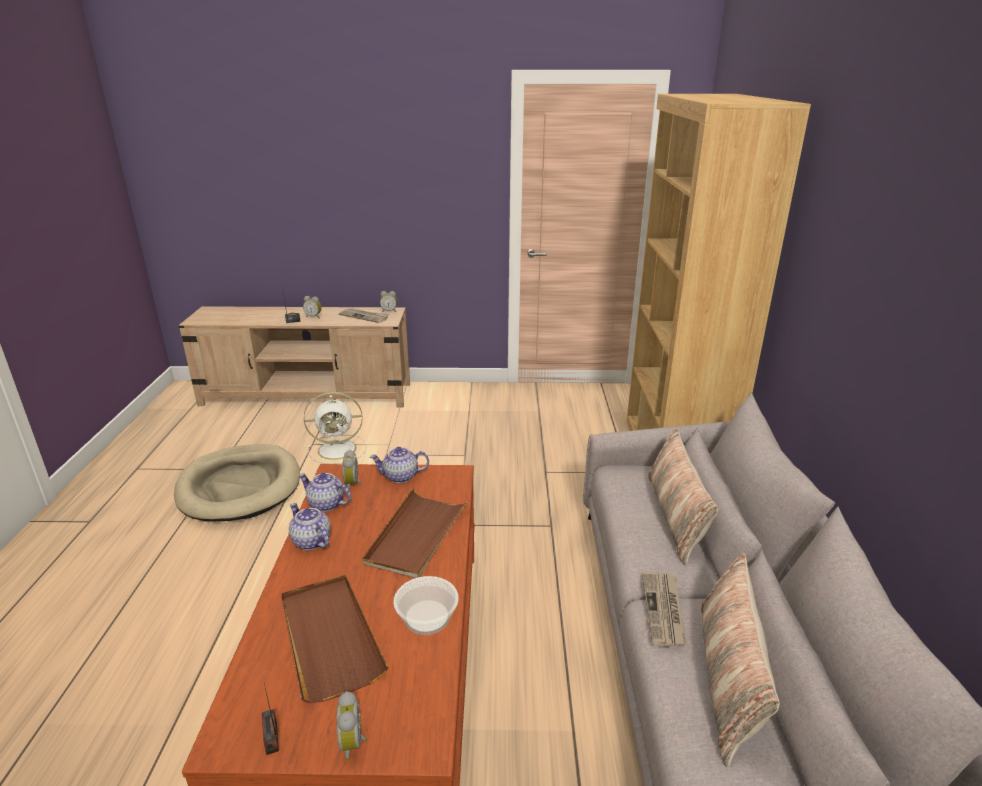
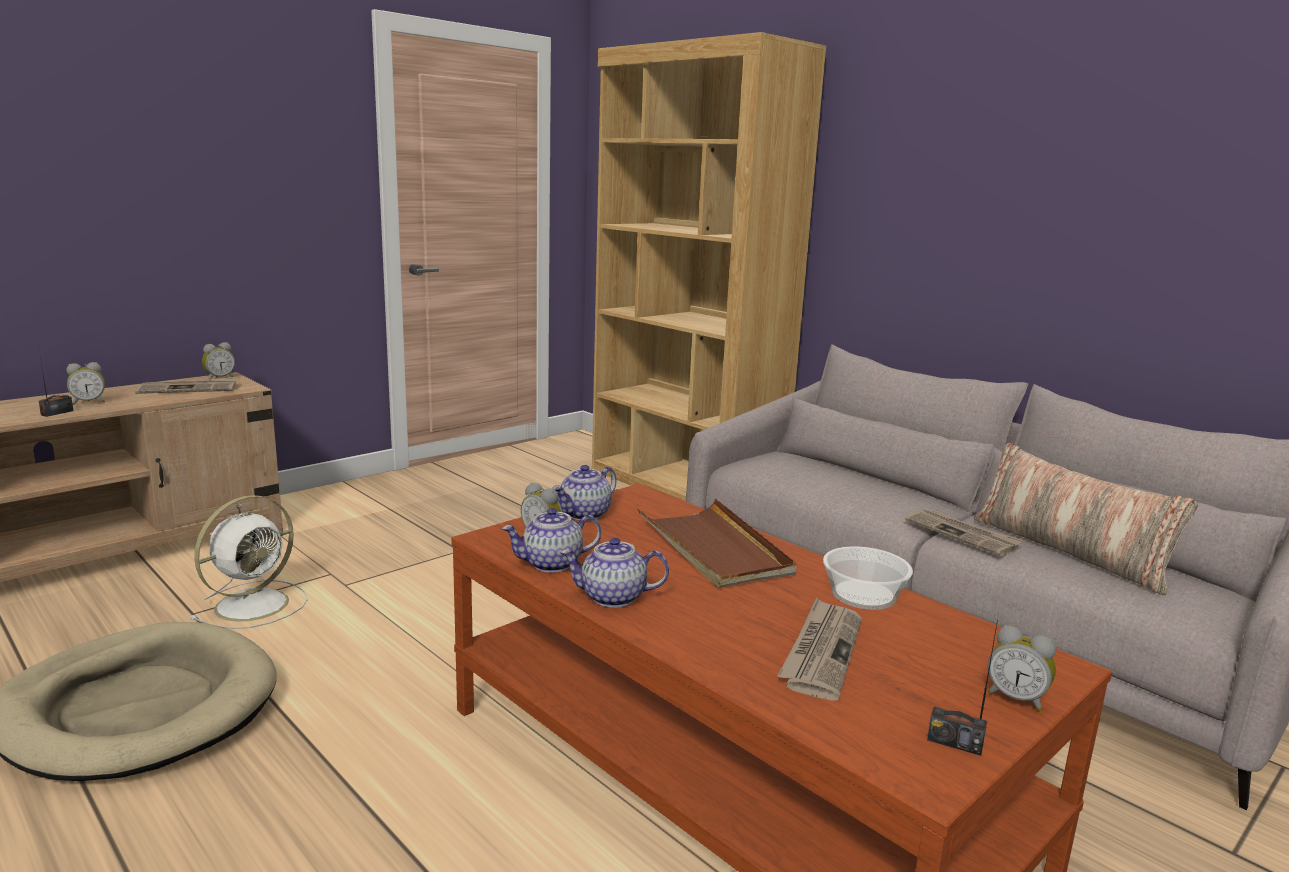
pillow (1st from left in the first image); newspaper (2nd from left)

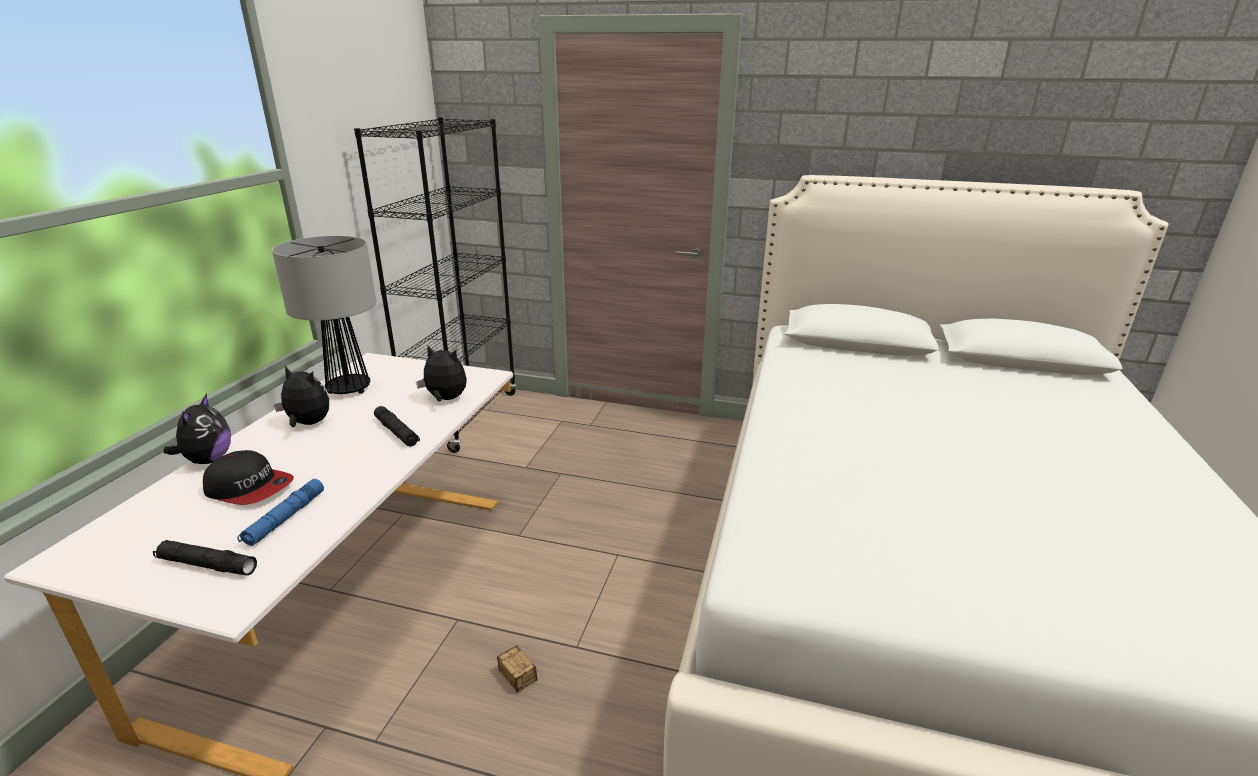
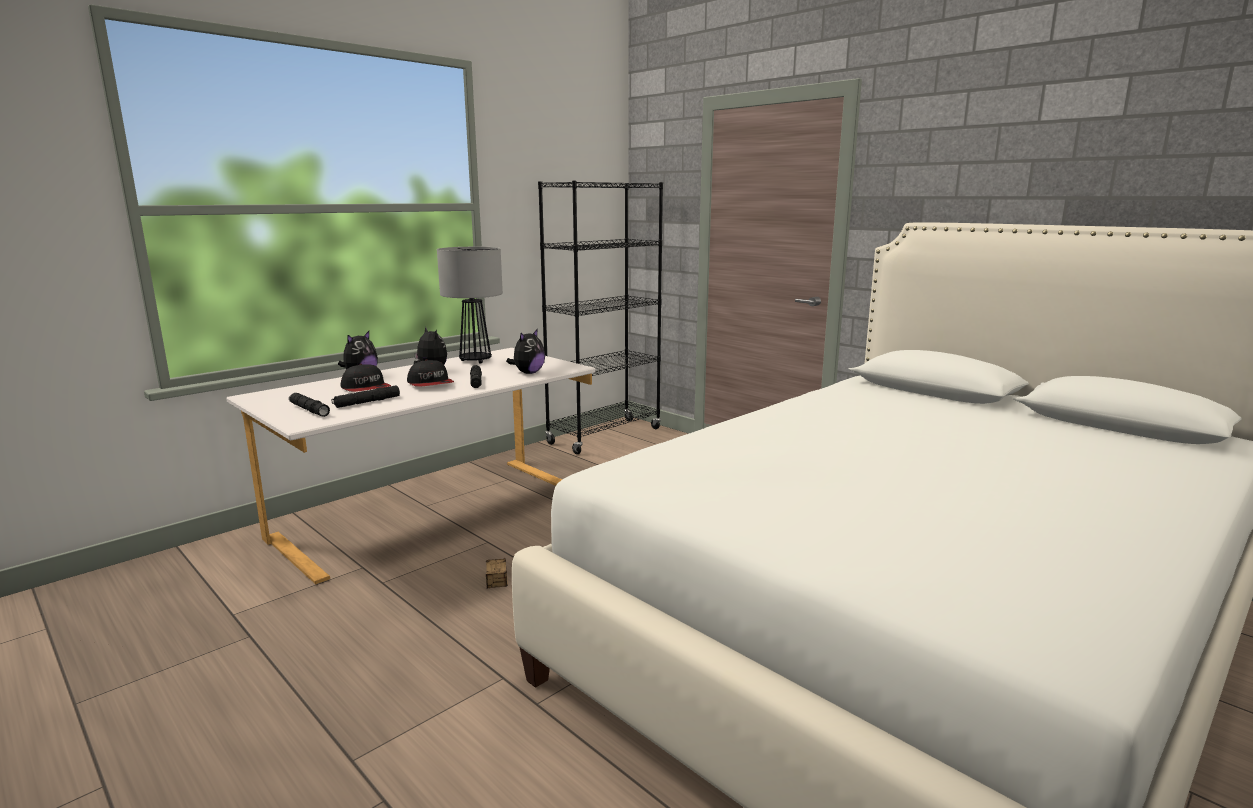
cap (2nd from left); black flashlight (2nd from left); plush toy (3rd from left)

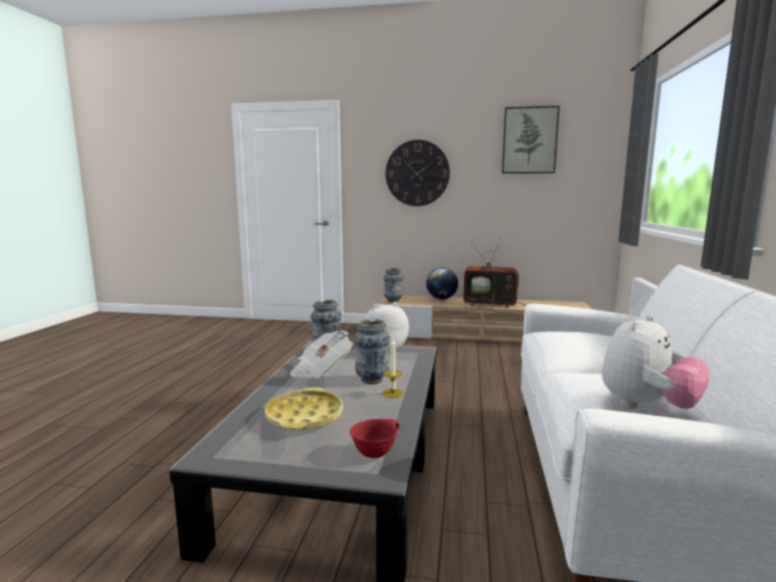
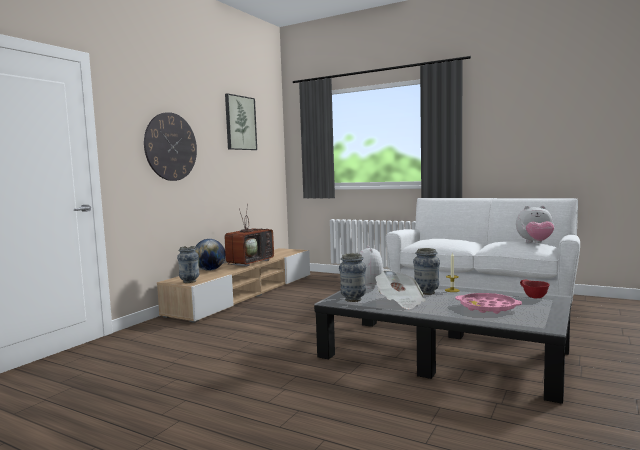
pink tray; plush toy (2nd from left)

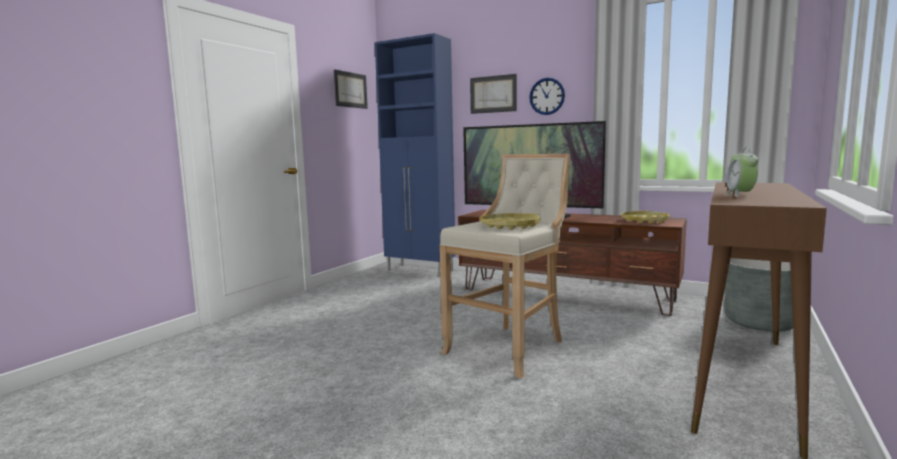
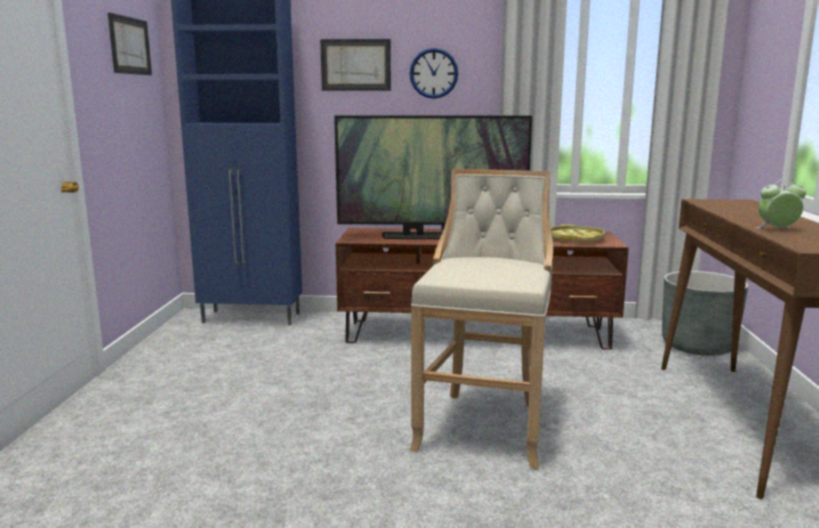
yellow tray (1st from left in the first image); alarm clock

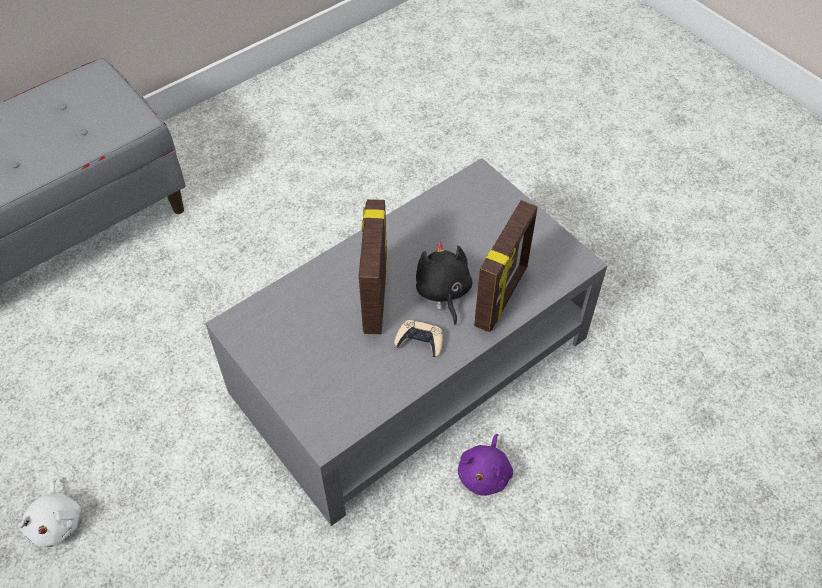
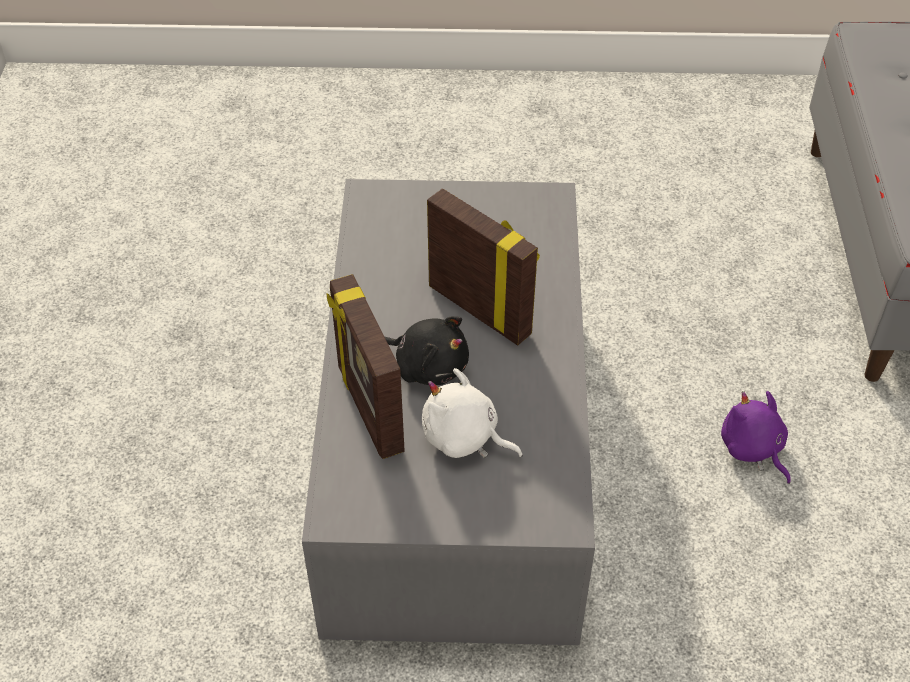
beige game controller; white plush toy; purple plush toy

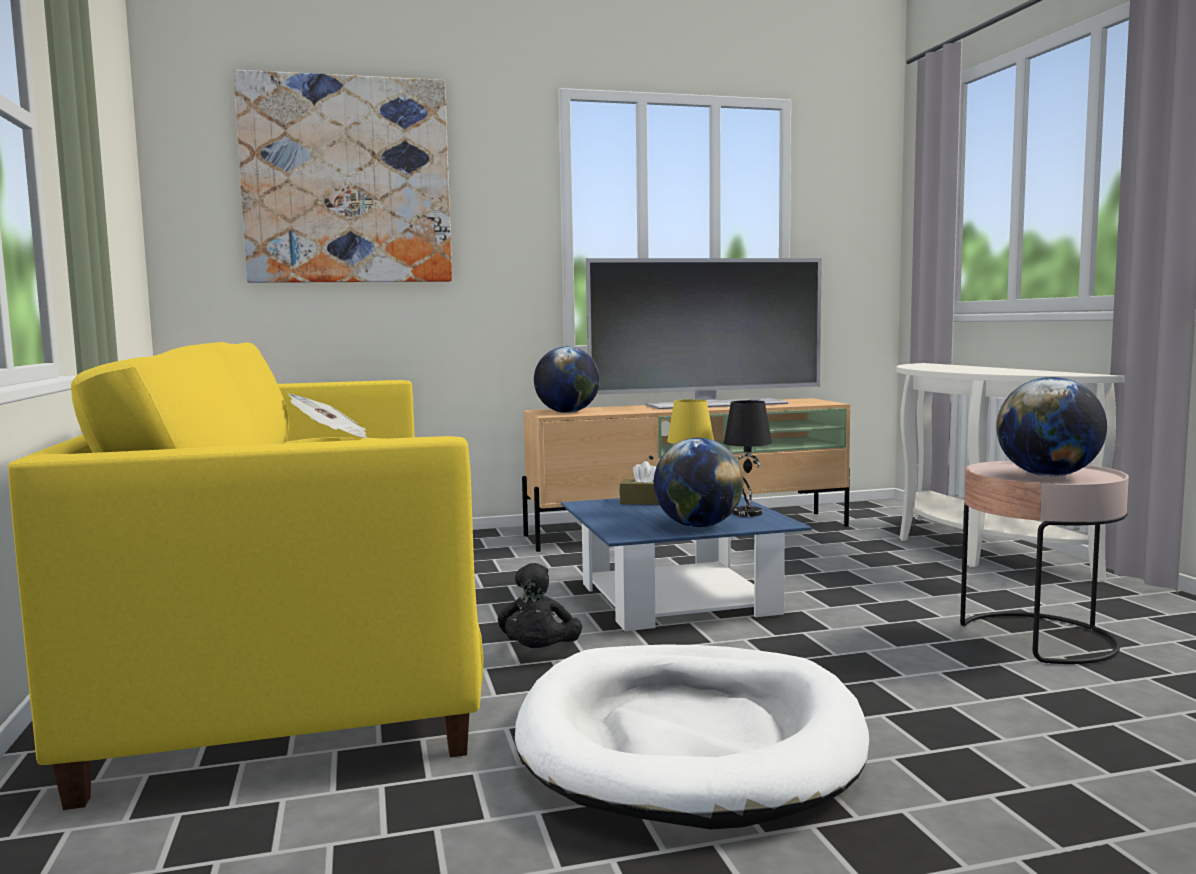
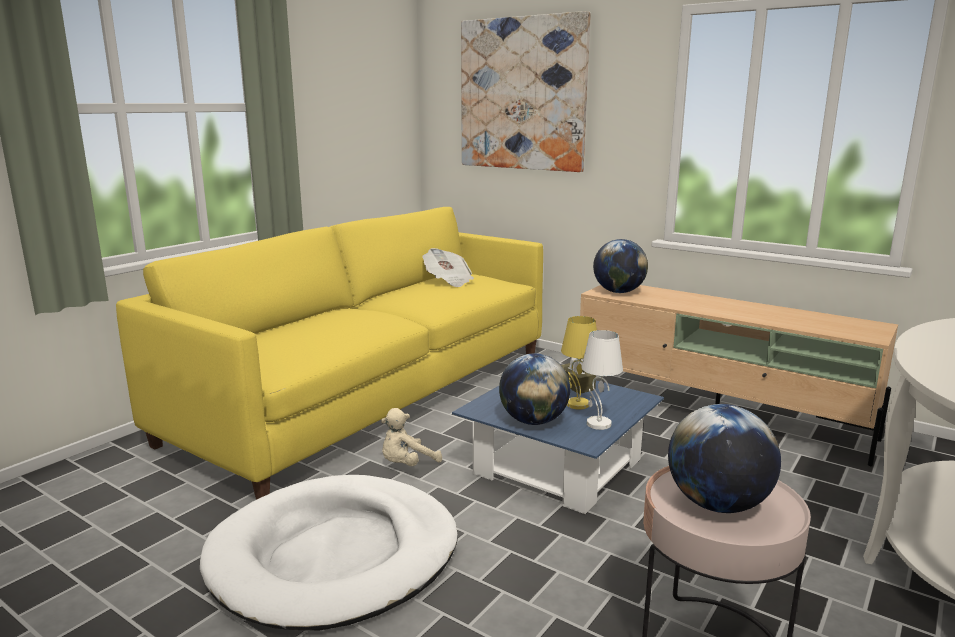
television; beige plush toy; white table lamp

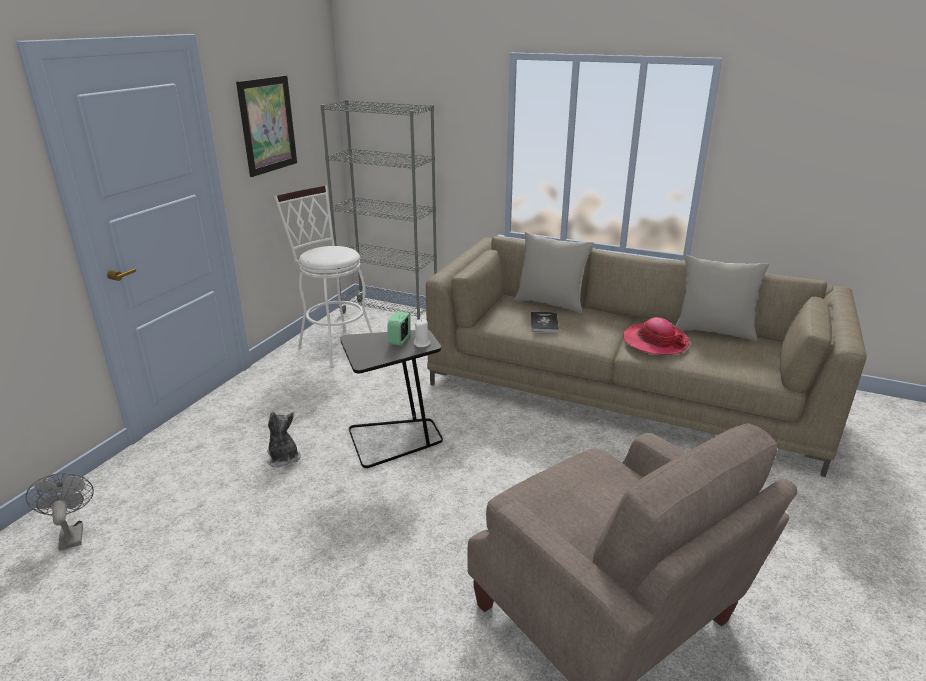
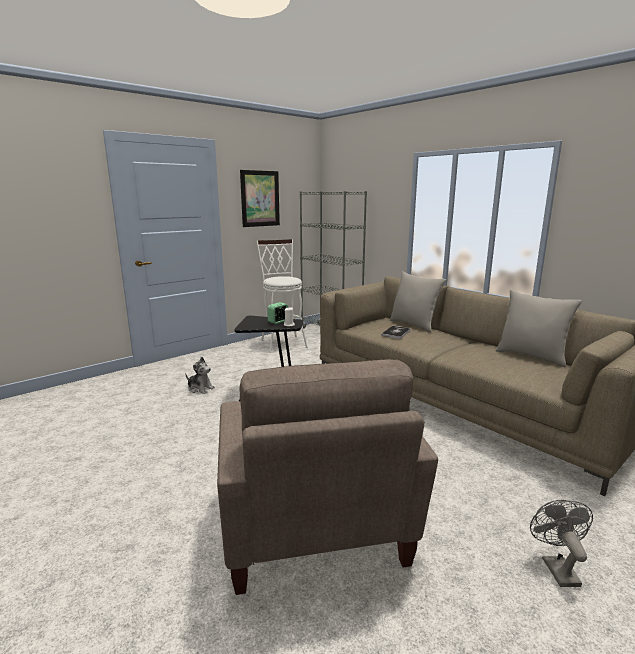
hat; grey fan; plush toy

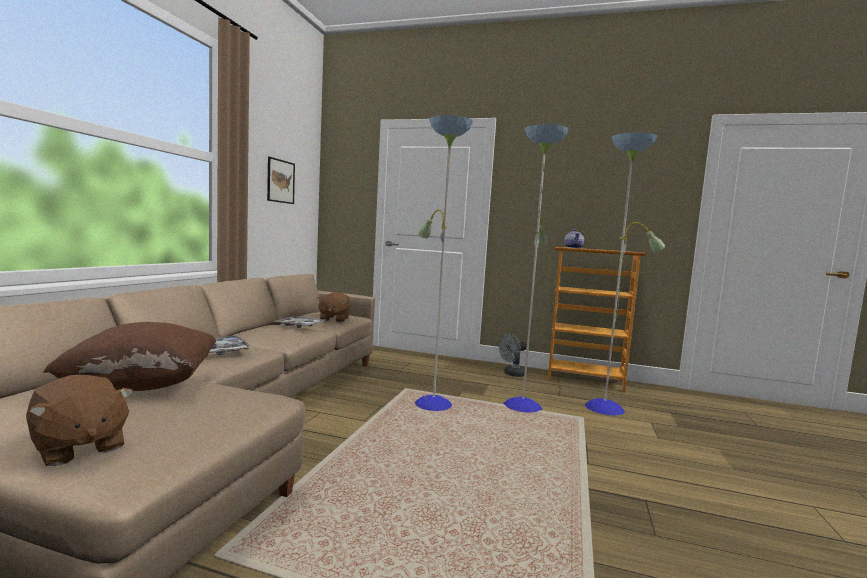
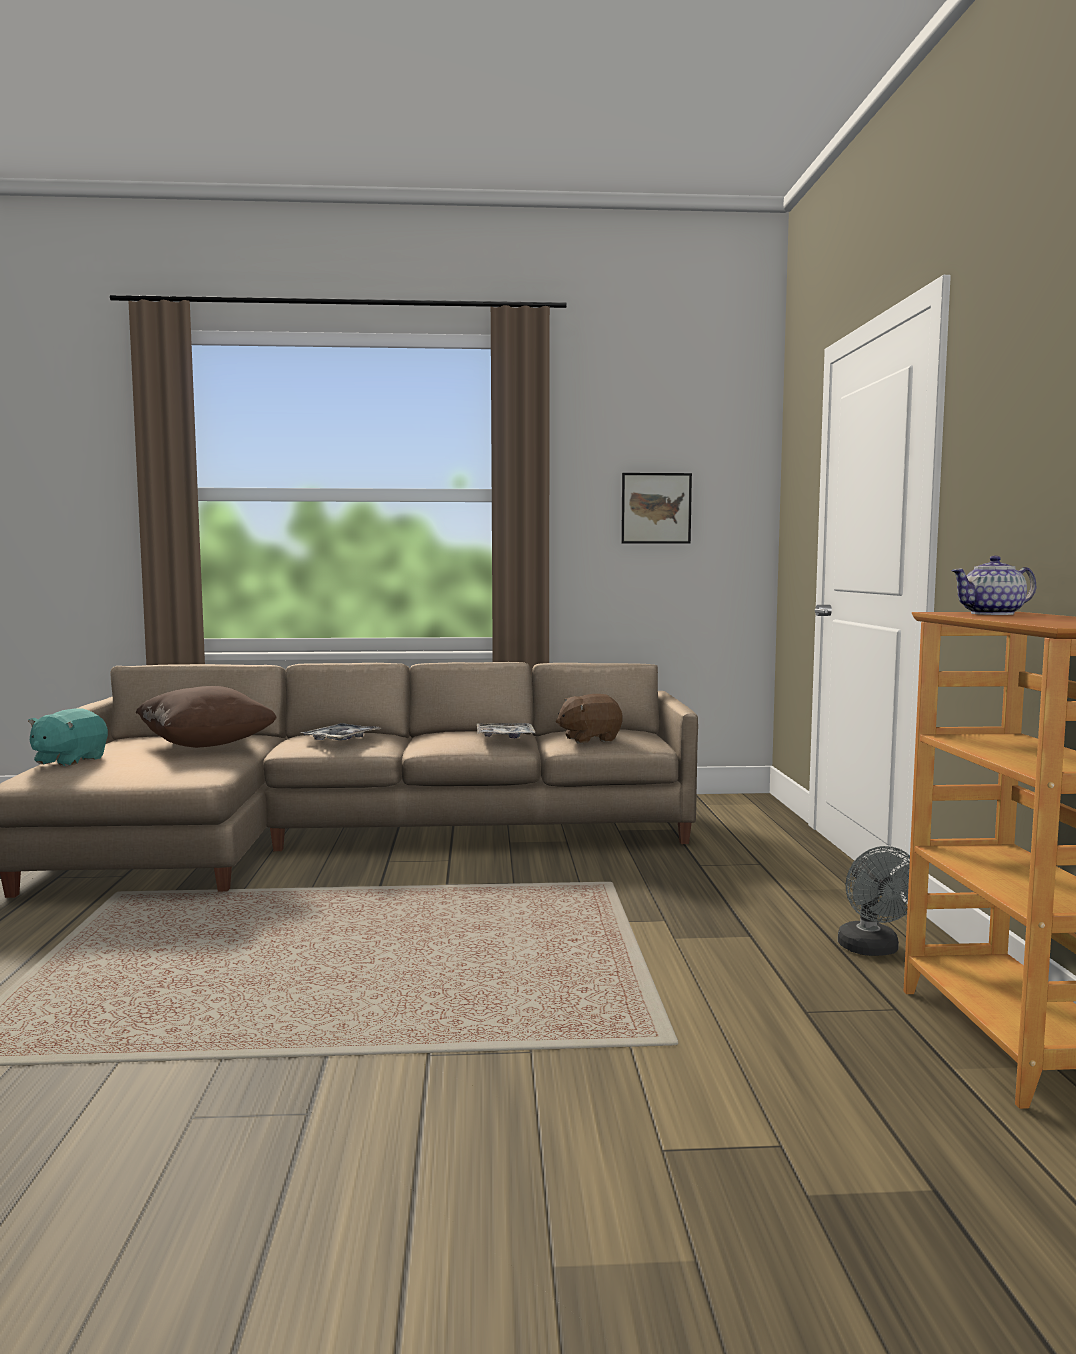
floor lamp; turquoise plush toy; grey fan

